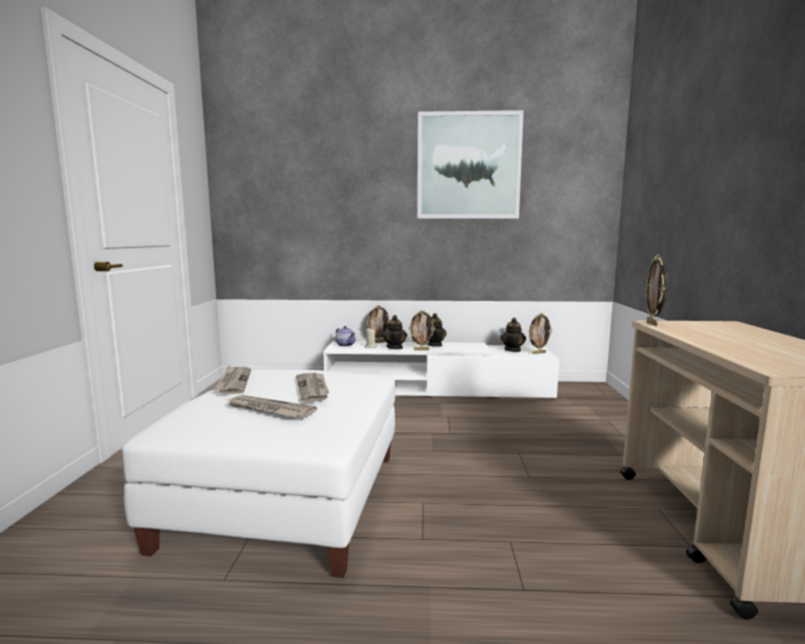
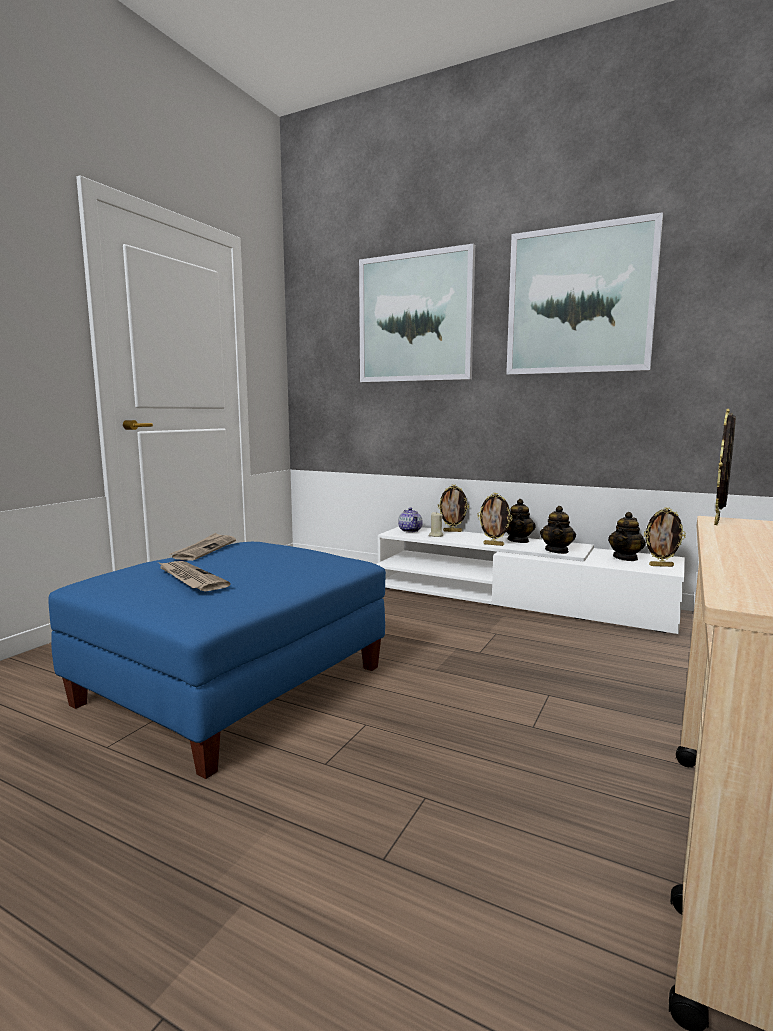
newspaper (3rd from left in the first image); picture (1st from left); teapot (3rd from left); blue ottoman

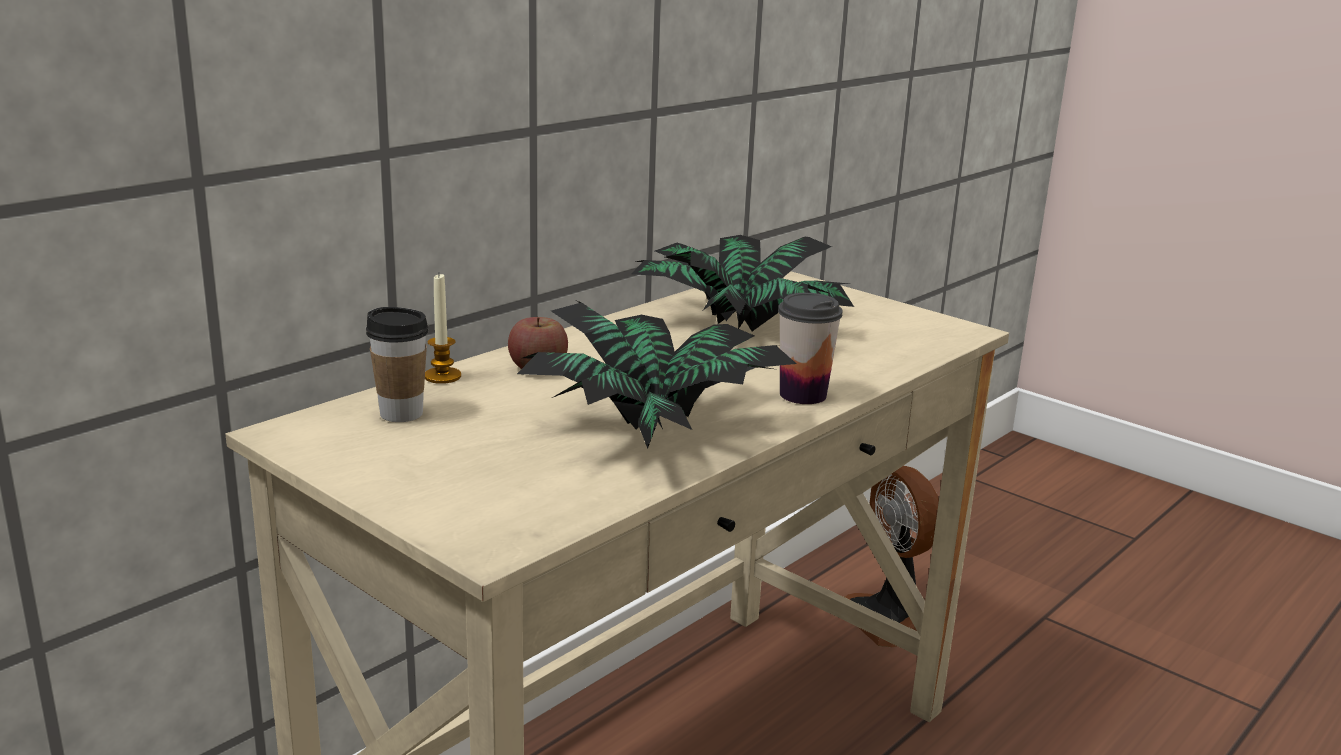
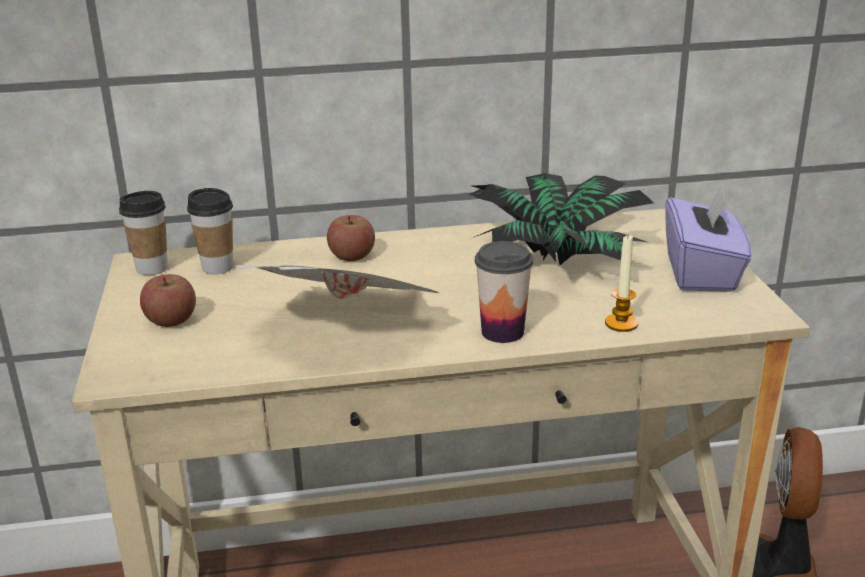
cup (1st from left); apple (1st from left); purple tissue box; candle; newspaper

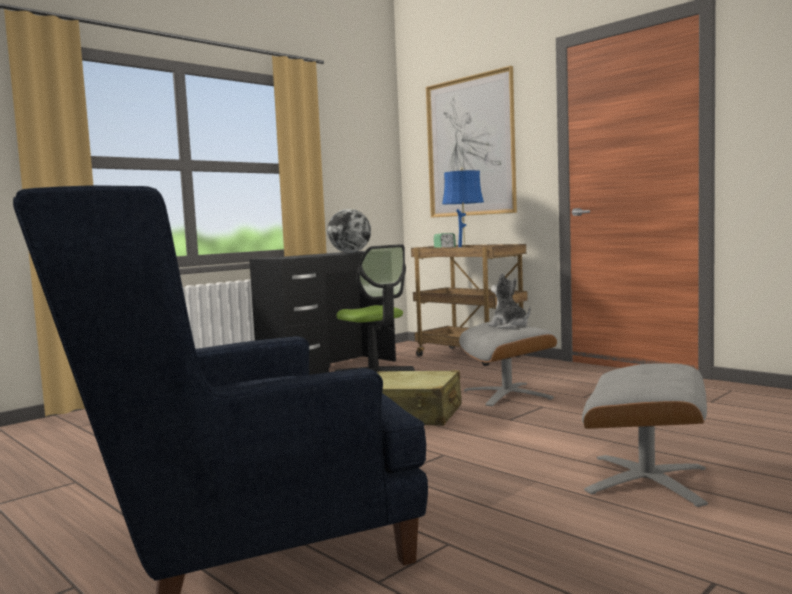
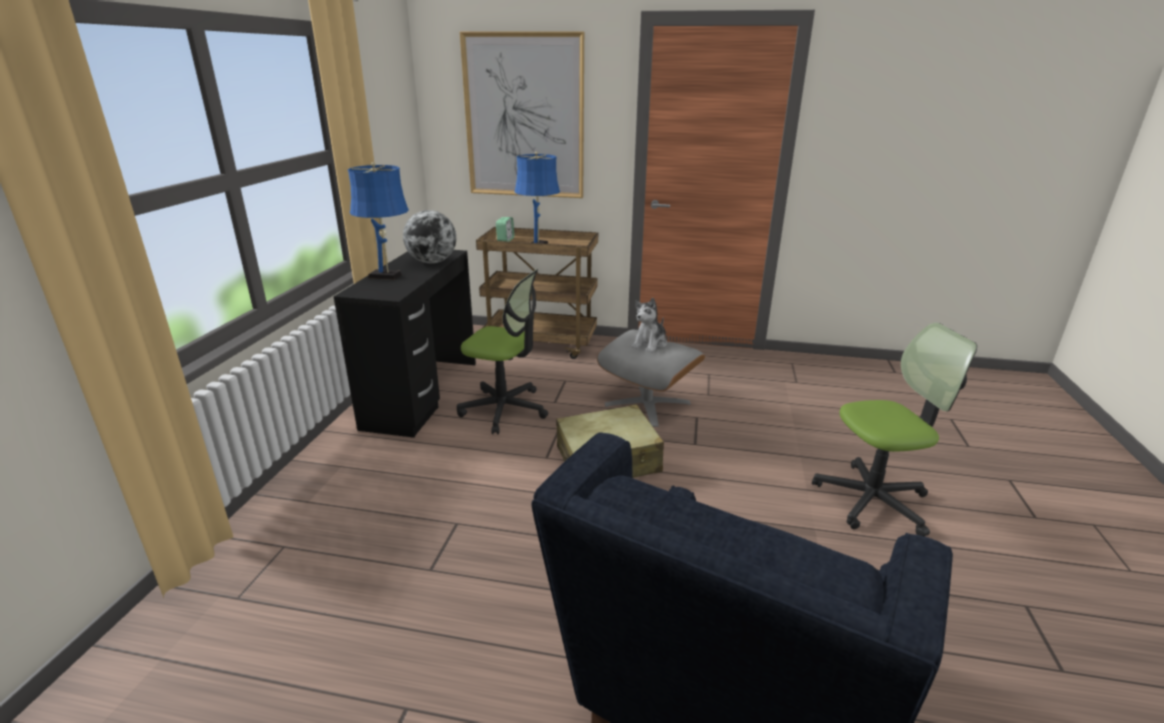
blue table lamp (1st from left); office chair (2nd from left); plush toy

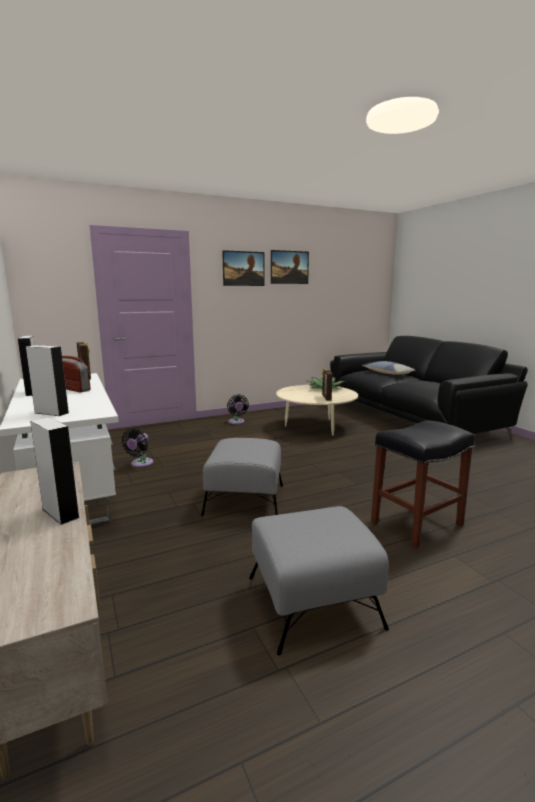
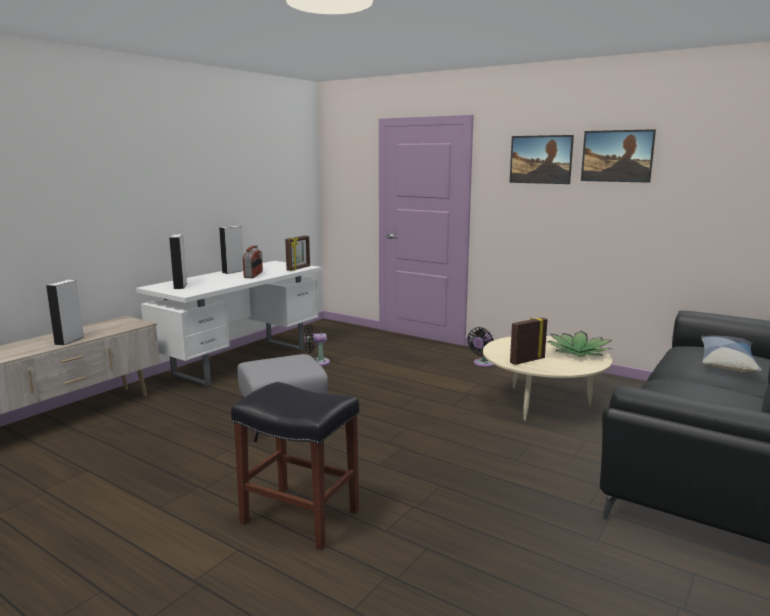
grey ottoman (2nd from left in the first image)

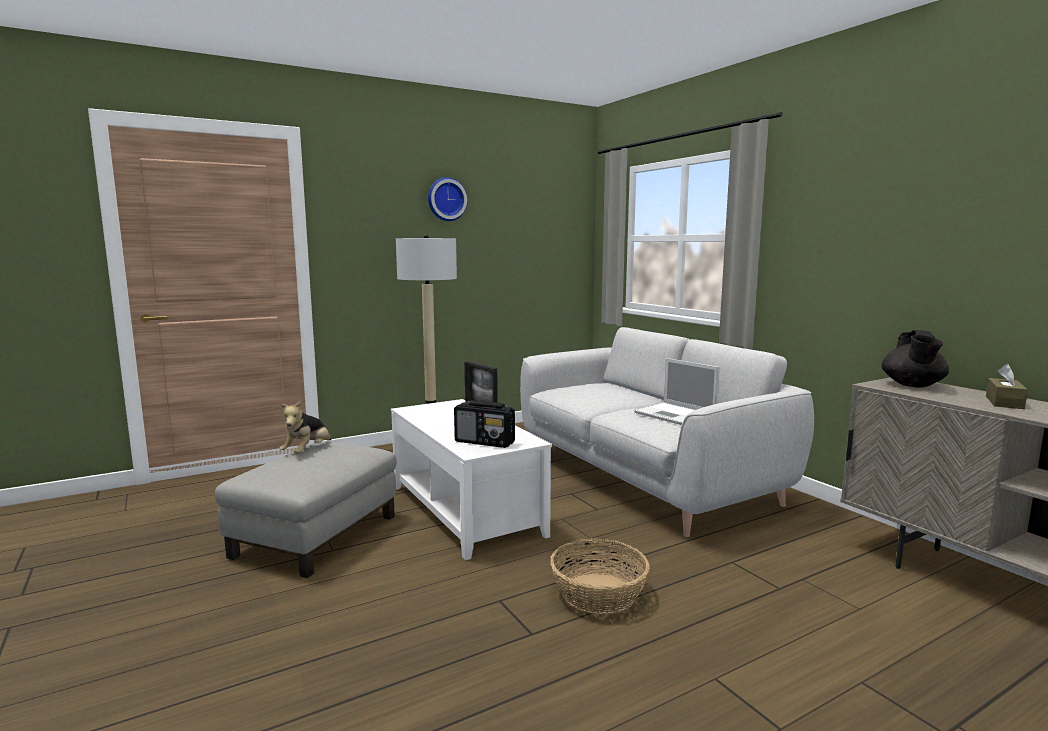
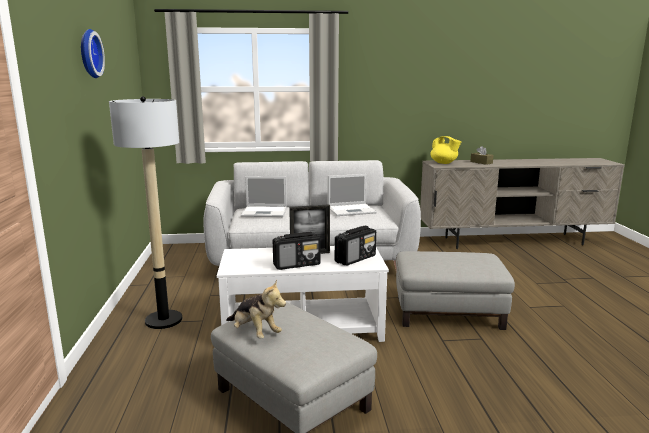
laptop (1st from left); radio (1st from left); grey ottoman (2nd from left); yellow teapot

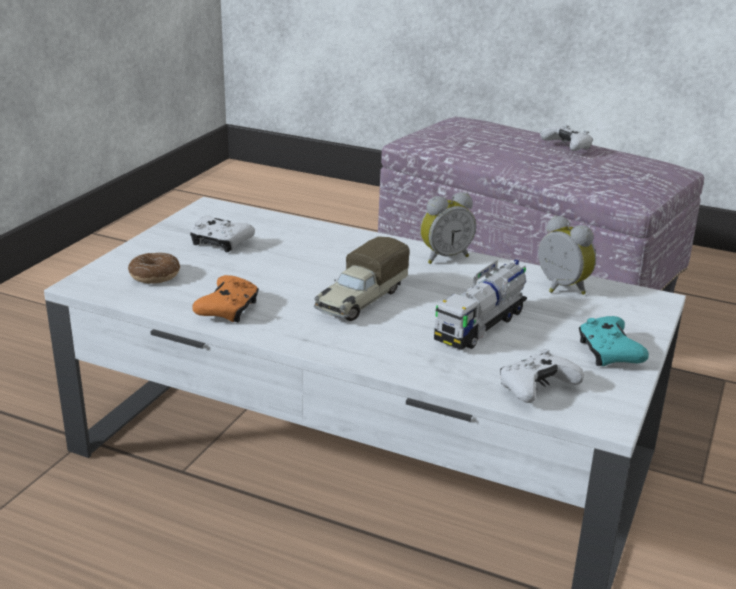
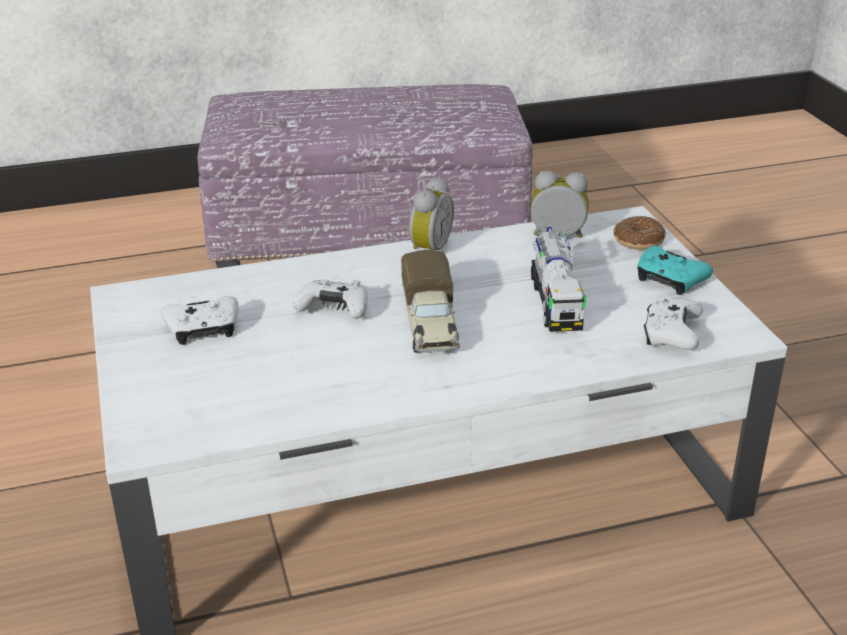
orange game controller; donut; white game controller (2nd from left)

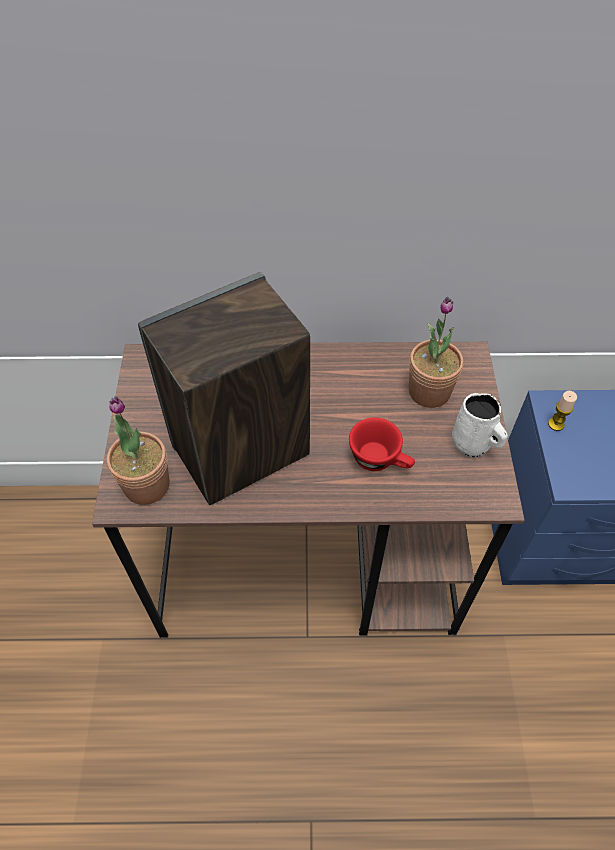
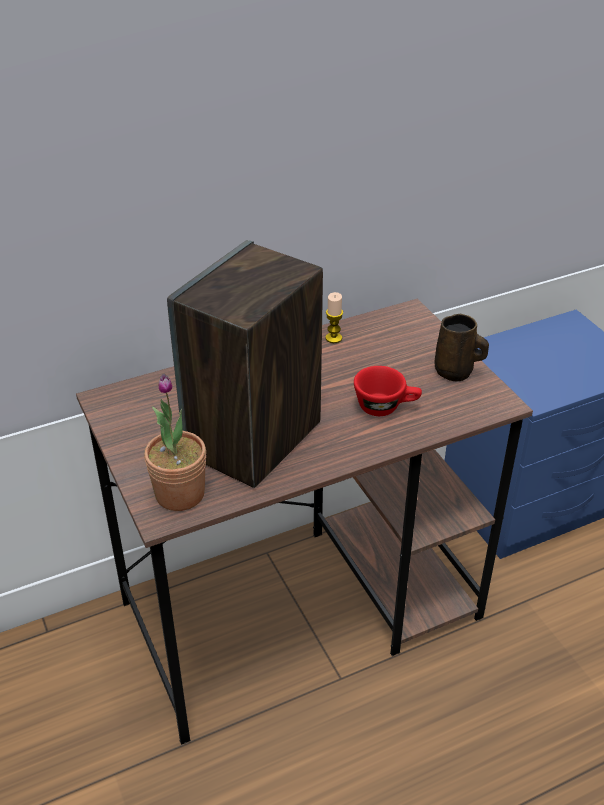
potted plant (2nd from left in the first image); candle; brown mug

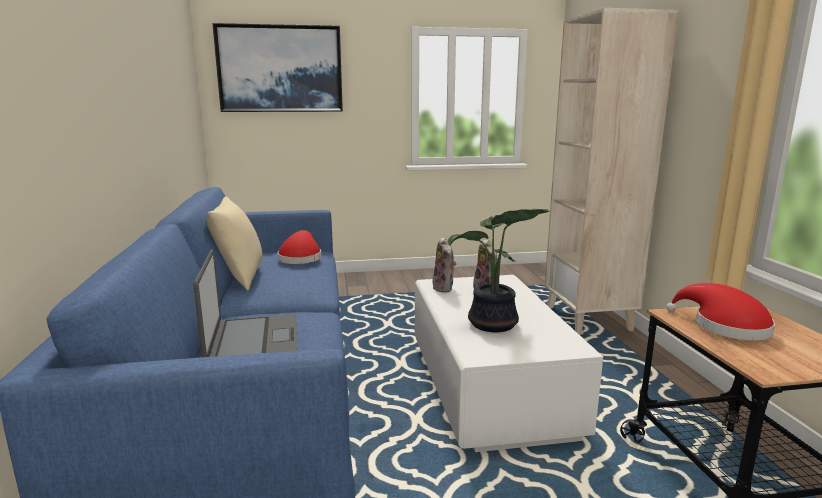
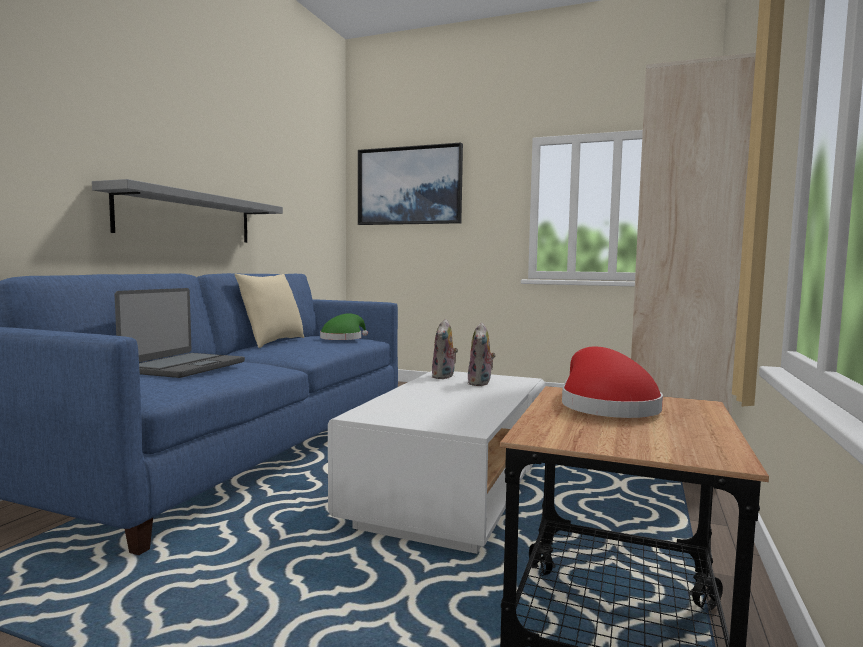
potted plant; grey shelf; green hat

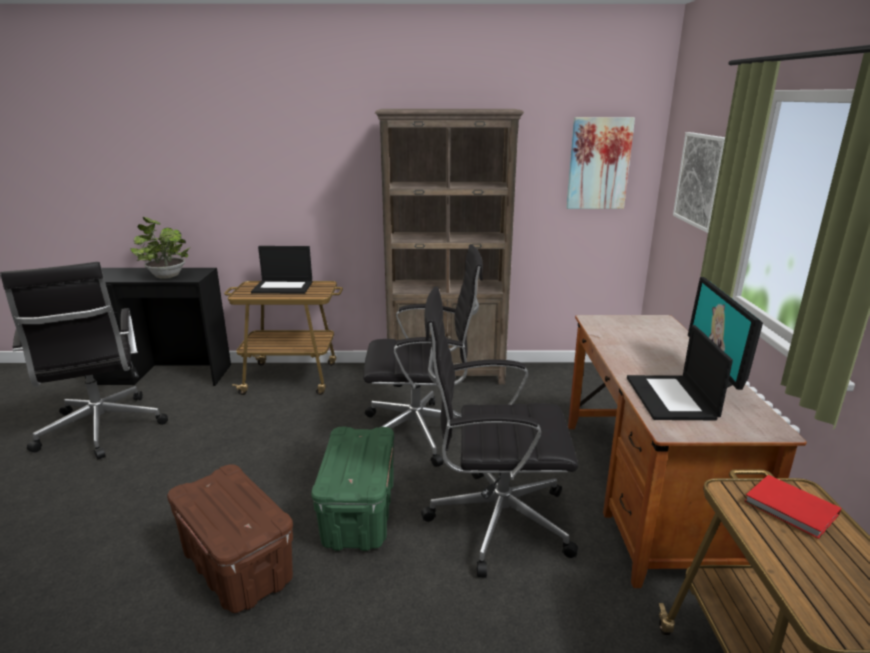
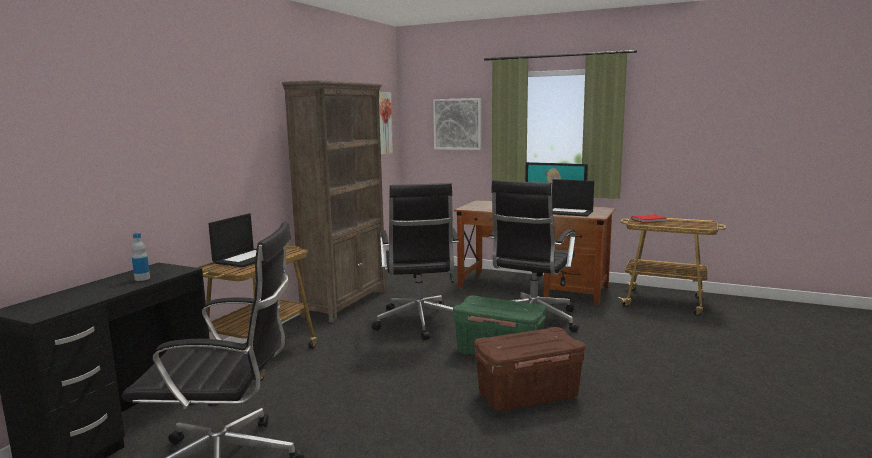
bottle; black office chair (2nd from left)

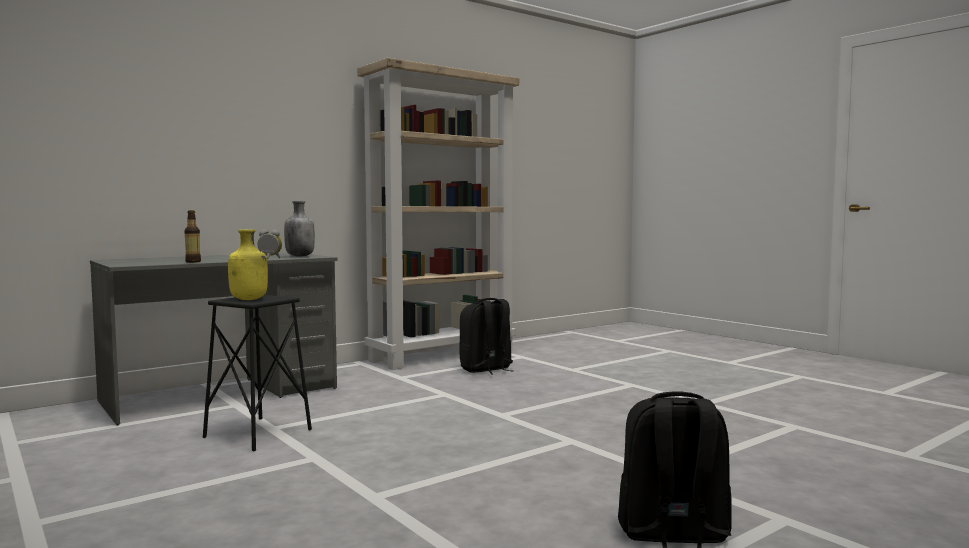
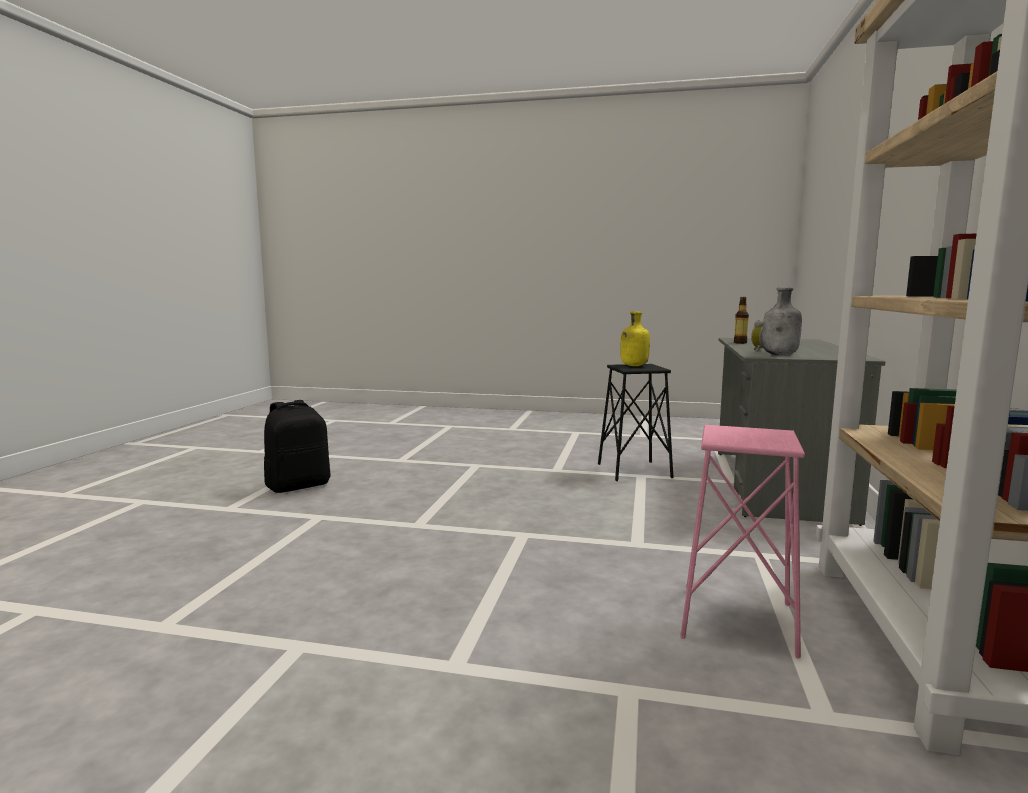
pink stool

